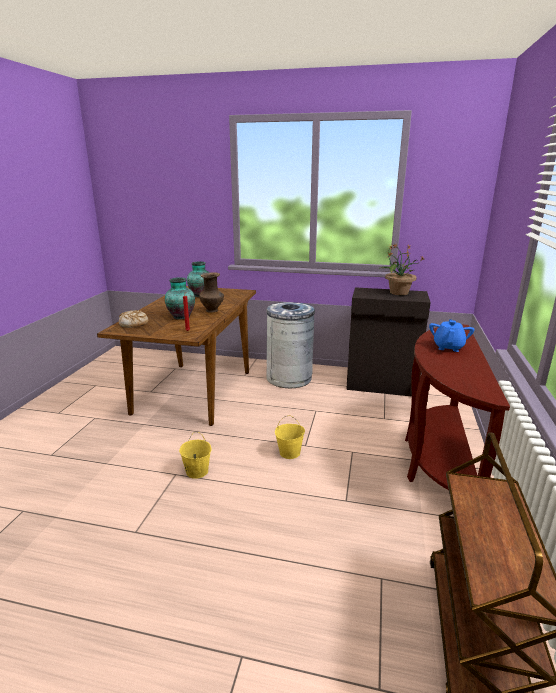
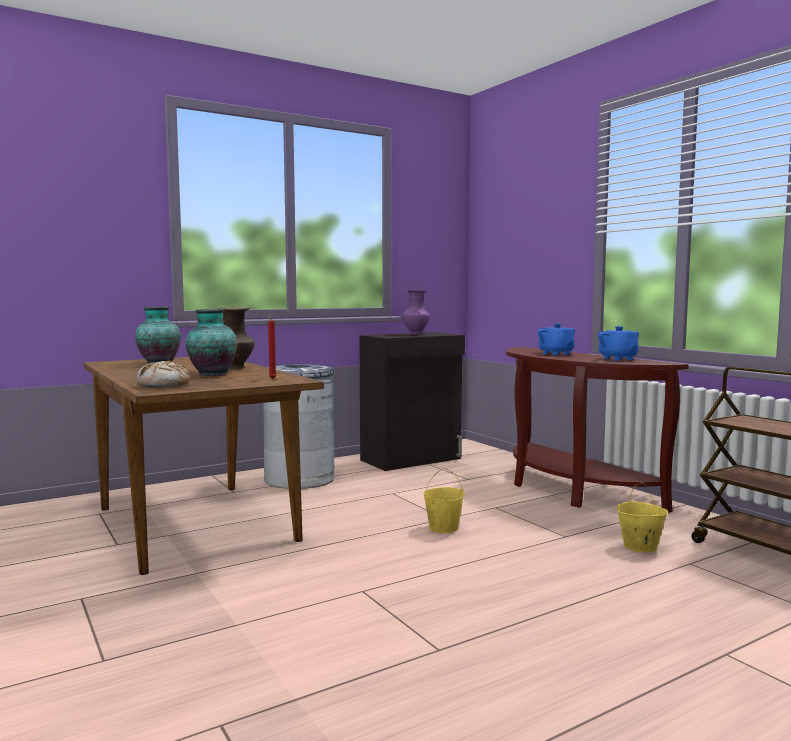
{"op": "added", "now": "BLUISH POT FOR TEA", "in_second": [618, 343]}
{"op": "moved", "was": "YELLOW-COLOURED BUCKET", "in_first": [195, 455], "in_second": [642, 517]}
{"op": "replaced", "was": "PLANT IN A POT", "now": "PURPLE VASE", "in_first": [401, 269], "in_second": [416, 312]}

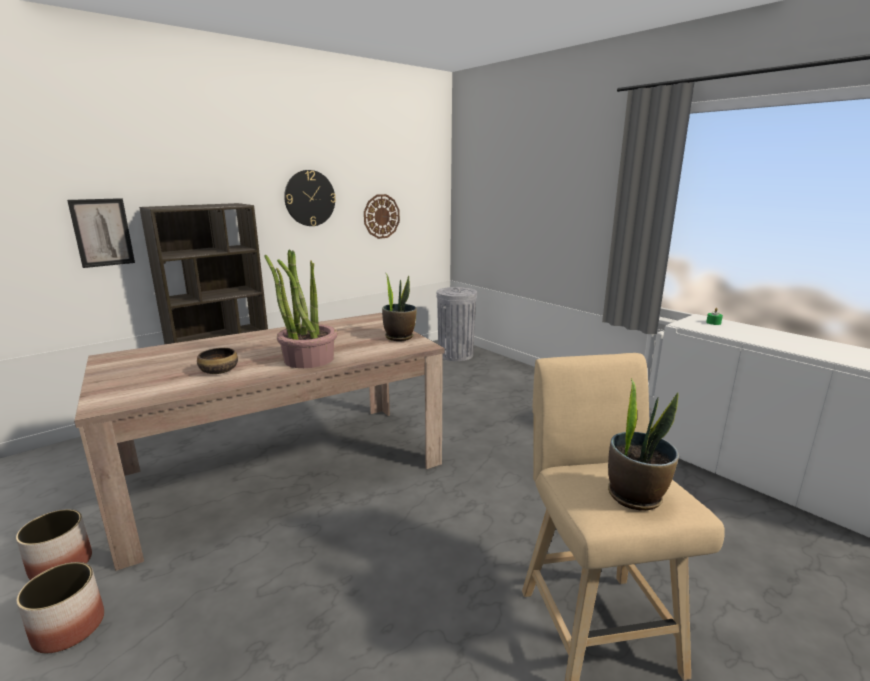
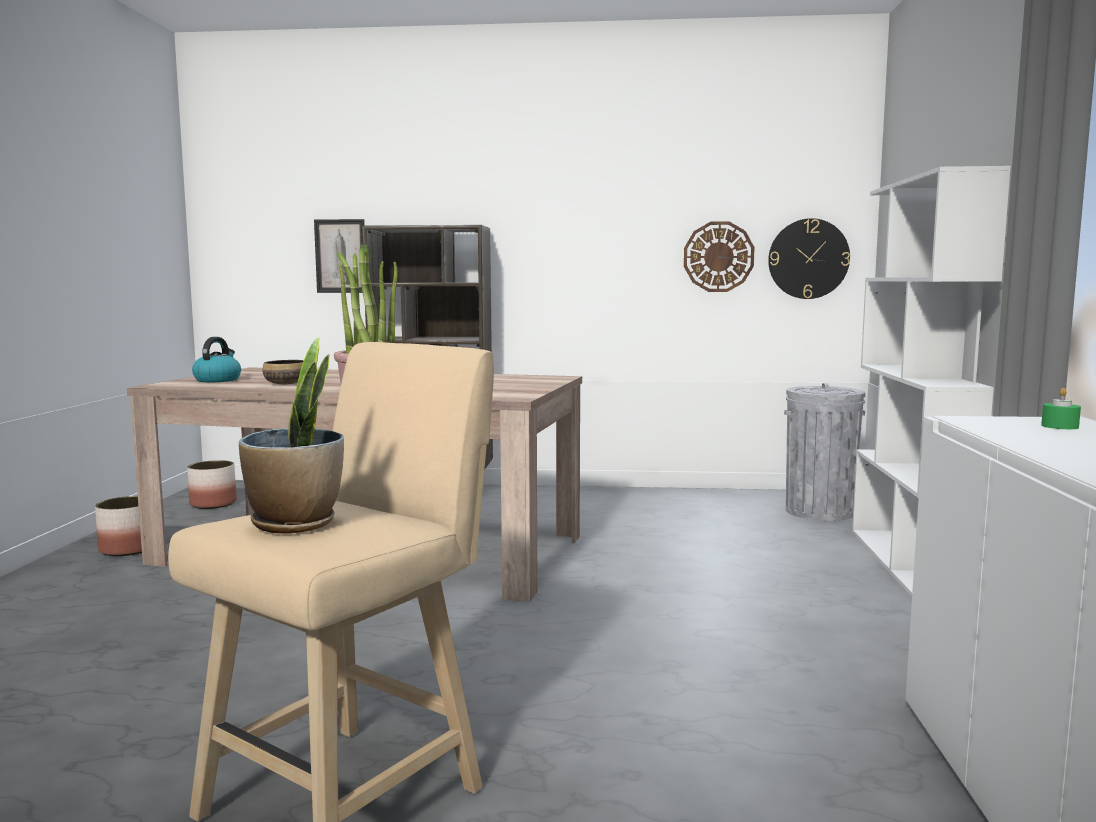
{"op": "removed", "was": "PLANT IN A POT", "in_first": [399, 307]}
{"op": "added", "now": "TEA KETTLE", "in_second": [216, 359]}
{"op": "added", "now": "WHITISH BOOKCASE", "in_second": [931, 381]}
{"op": "moved", "was": "PLANT POT", "in_first": [60, 607], "in_second": [212, 484]}
{"op": "moved", "was": "HANGING CLOCK", "in_first": [310, 198], "in_second": [809, 258]}

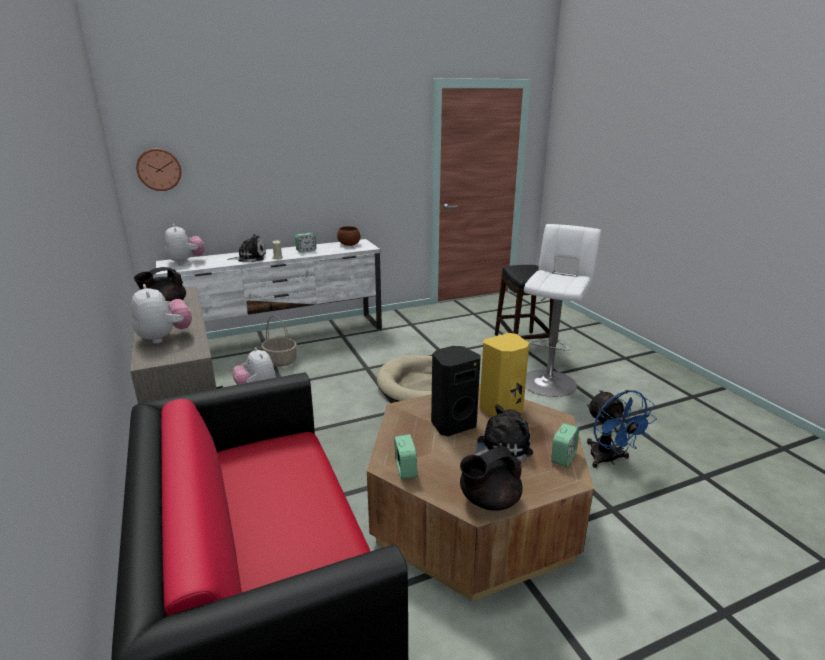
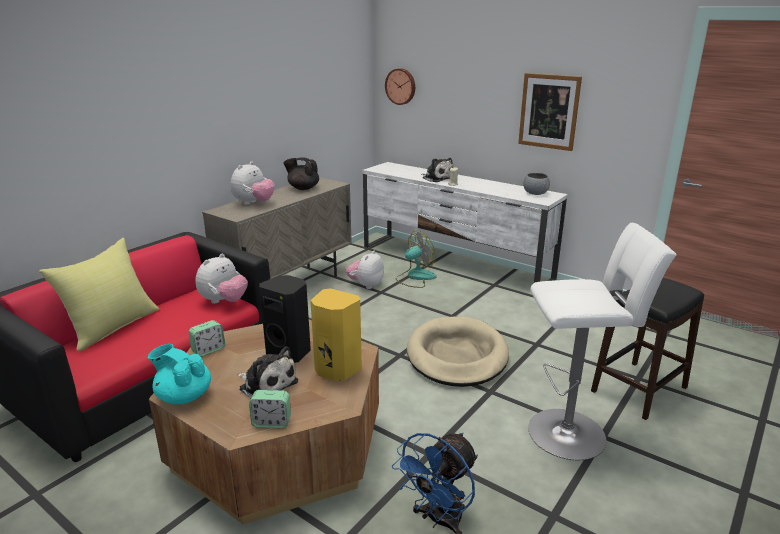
{"op": "removed", "was": "TABLE CLOCK", "in_first": [305, 243]}
{"op": "added", "now": "YELLOW-COLOURED PILLOW", "in_second": [99, 294]}
{"op": "added", "now": "WALL ART", "in_second": [550, 112]}
{"op": "moved", "was": "SOFT TOY", "in_first": [185, 244], "in_second": [221, 279]}
{"op": "replaced", "was": "BASKET", "now": "ELECTRIC FAN", "in_first": [279, 341], "in_second": [416, 259]}
{"op": "recoloured", "was": "BROWN SERVING BOWL", "now": "GREYISH SERVING BOWL", "in_first": [349, 236], "in_second": [536, 184]}
{"op": "recoloured", "was": "BLACKISH POT FOR TEA", "now": "BLUE-GREEN POT FOR TEA", "in_first": [491, 477], "in_second": [179, 374]}

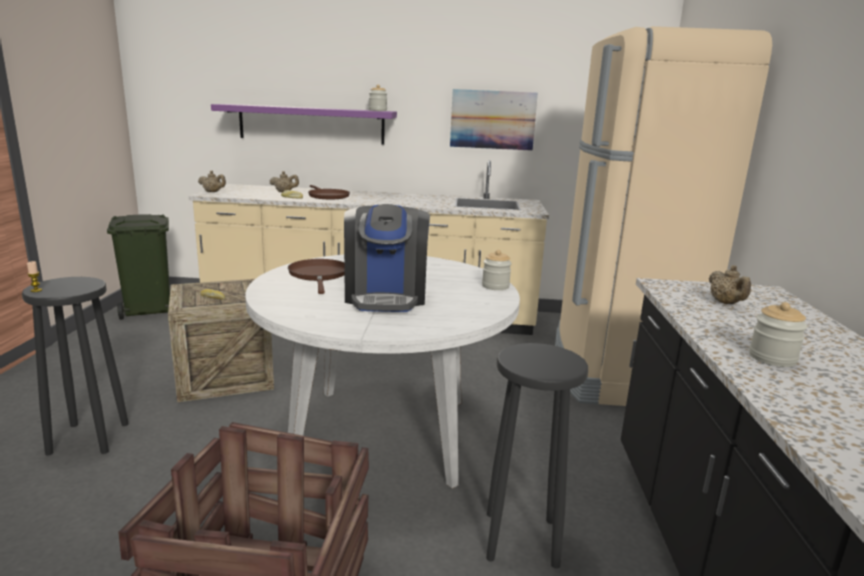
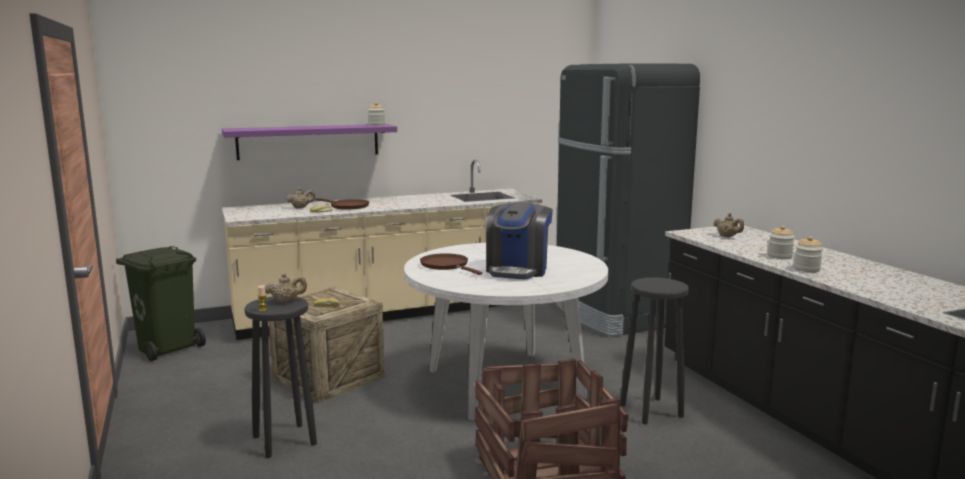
{"op": "removed", "was": "WALL ART", "in_first": [494, 120]}
{"op": "moved", "was": "SAND-COLOURED POT FOR TEA", "in_first": [212, 181], "in_second": [286, 288]}
{"op": "moved", "was": "PRESERVE JAR", "in_first": [497, 270], "in_second": [808, 254]}
{"op": "recoloured", "was": "SAND-COLOURED FRIDGE", "now": "BLACKISH FRIDGE", "in_first": [663, 216], "in_second": [627, 200]}
{"op": "turned", "was": "COFFEE MAKER", "in_first": [387, 258], "in_second": [519, 240], "clockwise": 45}

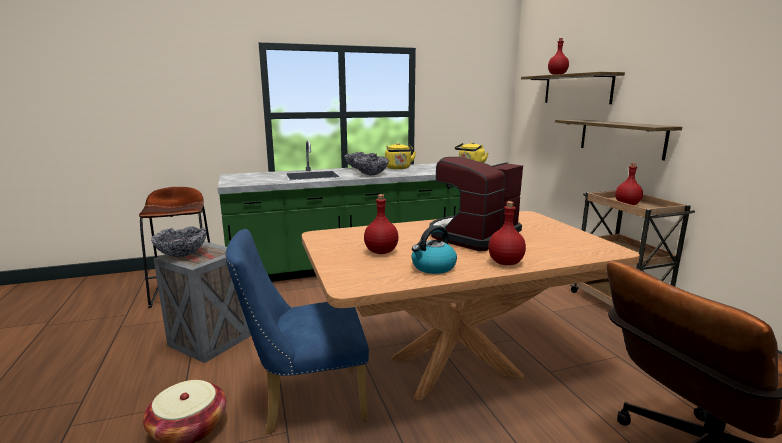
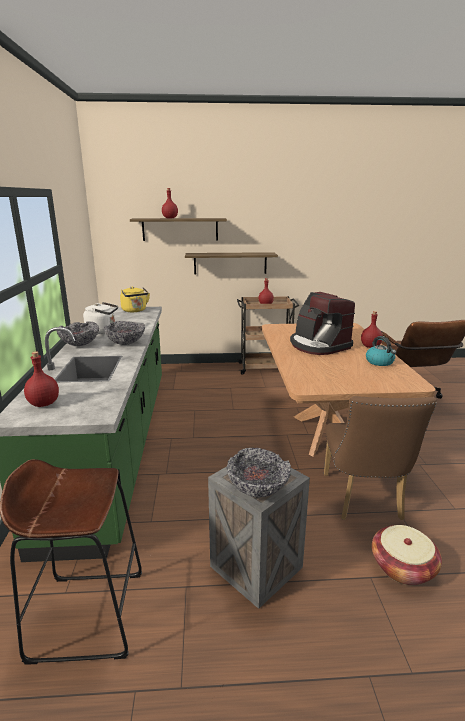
{"op": "moved", "was": "RED BEVERAGE BOTTLE", "in_first": [381, 224], "in_second": [41, 379]}
{"op": "recoloured", "was": "BLUISH PLAIN CHAIR", "now": "BROWN PLAIN CHAIR", "in_first": [297, 331], "in_second": [380, 458]}
{"op": "recoloured", "was": "YELLOW-COLOURED TEA KETTLE", "now": "WHITISH TEA KETTLE", "in_first": [400, 156], "in_second": [100, 318]}

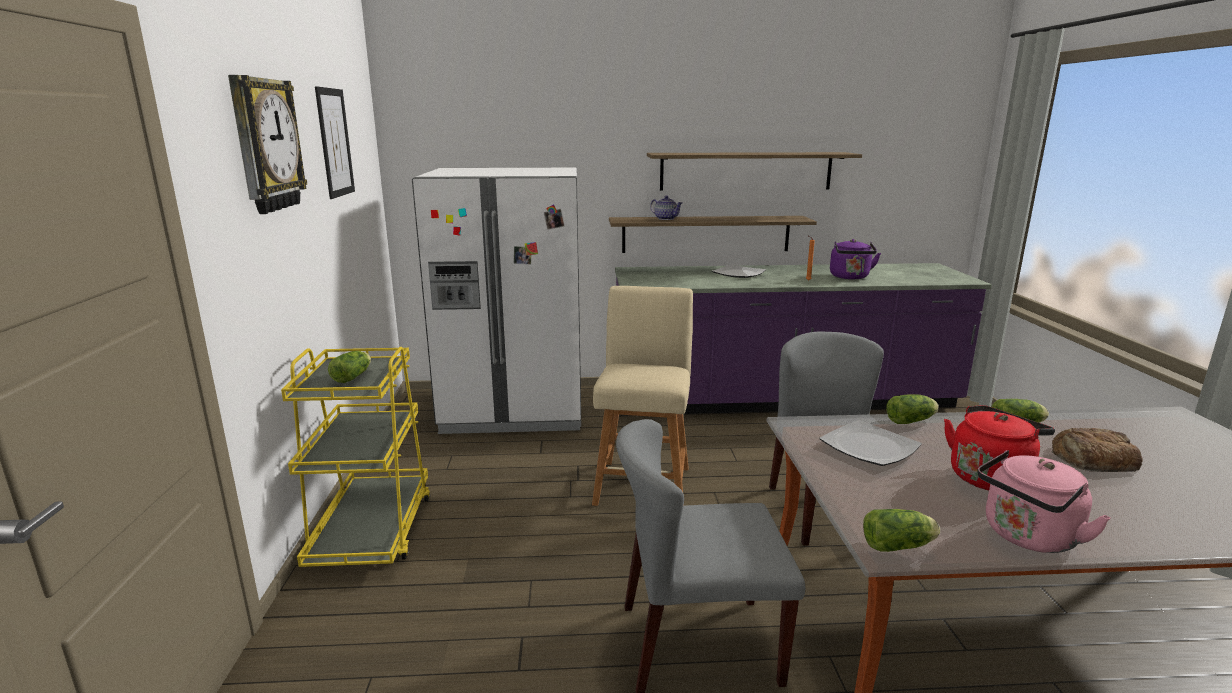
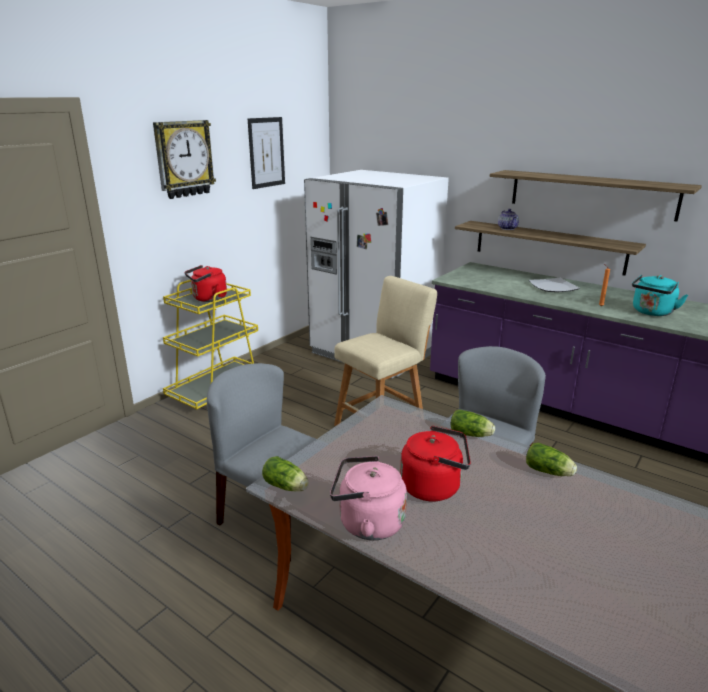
{"op": "removed", "was": "DINNER PLATE", "in_first": [870, 443]}
{"op": "removed", "was": "BAKED BREAD", "in_first": [1097, 450]}
{"op": "replaced", "was": "LETTUCE HEAD", "now": "RED TEA KETTLE", "in_first": [349, 367], "in_second": [205, 283]}
{"op": "recoloured", "was": "PURPLE TEA KETTLE", "now": "BLUE-GREEN TEA KETTLE", "in_first": [855, 259], "in_second": [660, 295]}

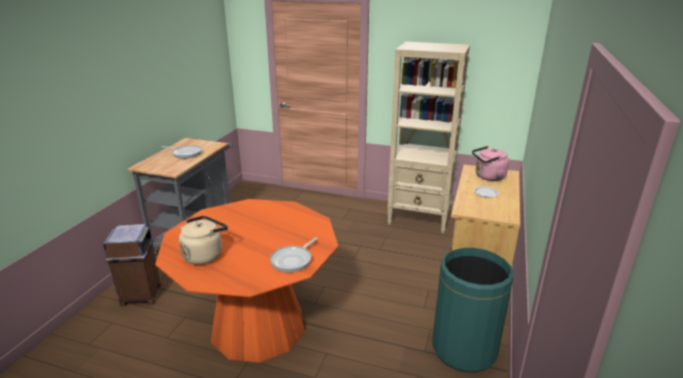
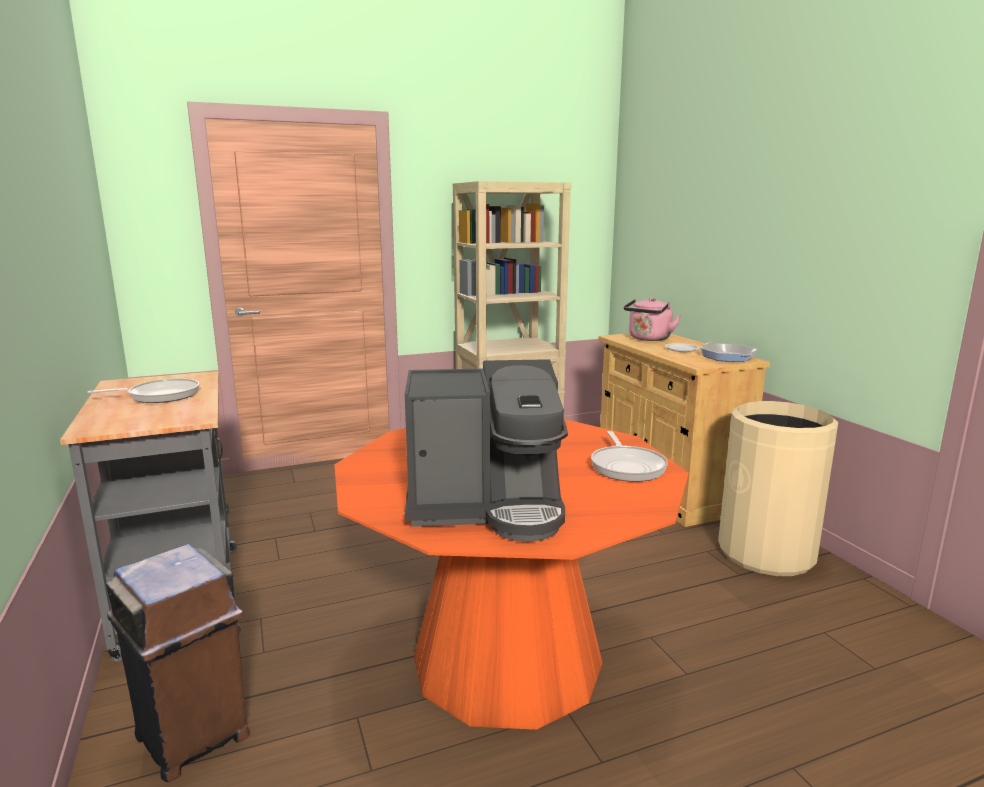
{"op": "added", "now": "SKILLET", "in_second": [728, 352]}
{"op": "replaced", "was": "SAND-COLOURED TEA KETTLE", "now": "COFFEE MAKER", "in_first": [203, 240], "in_second": [486, 450]}
{"op": "recoloured", "was": "GREEN-COLOURED WASTE BIN", "now": "SAND-COLOURED WASTE BIN", "in_first": [473, 310], "in_second": [778, 488]}

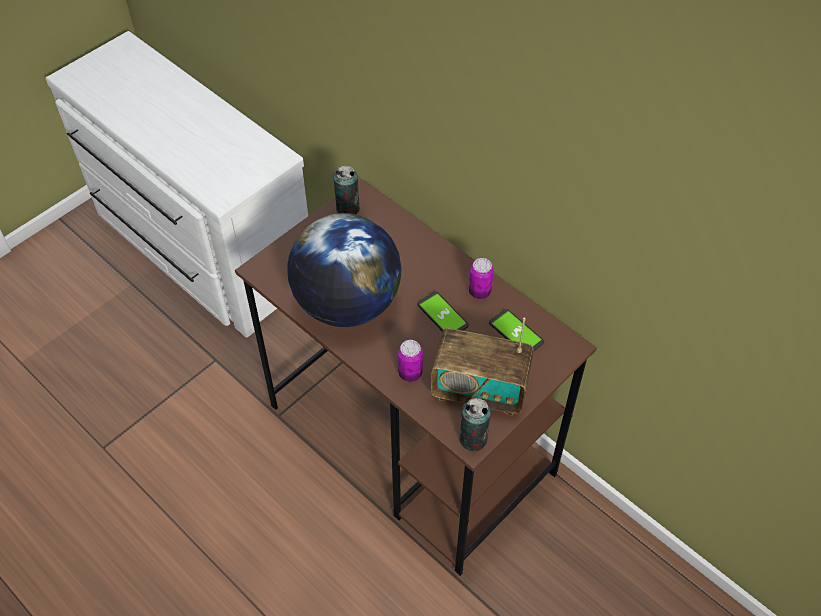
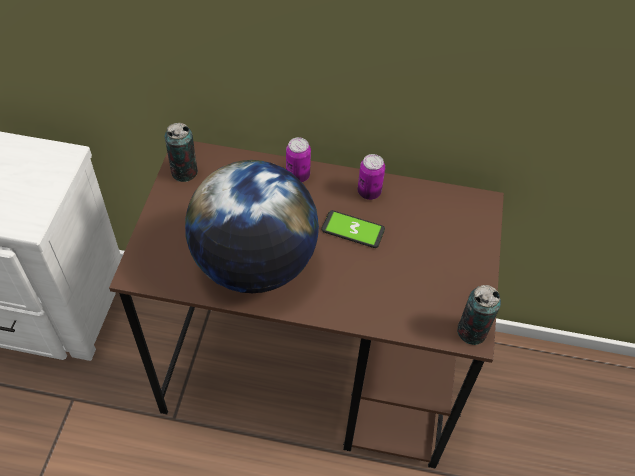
{"op": "removed", "was": "RADIO RECEIVER", "in_first": [482, 366]}
{"op": "removed", "was": "PHONE", "in_first": [516, 330]}
{"op": "moved", "was": "METAL CAN", "in_first": [410, 361], "in_second": [298, 159]}

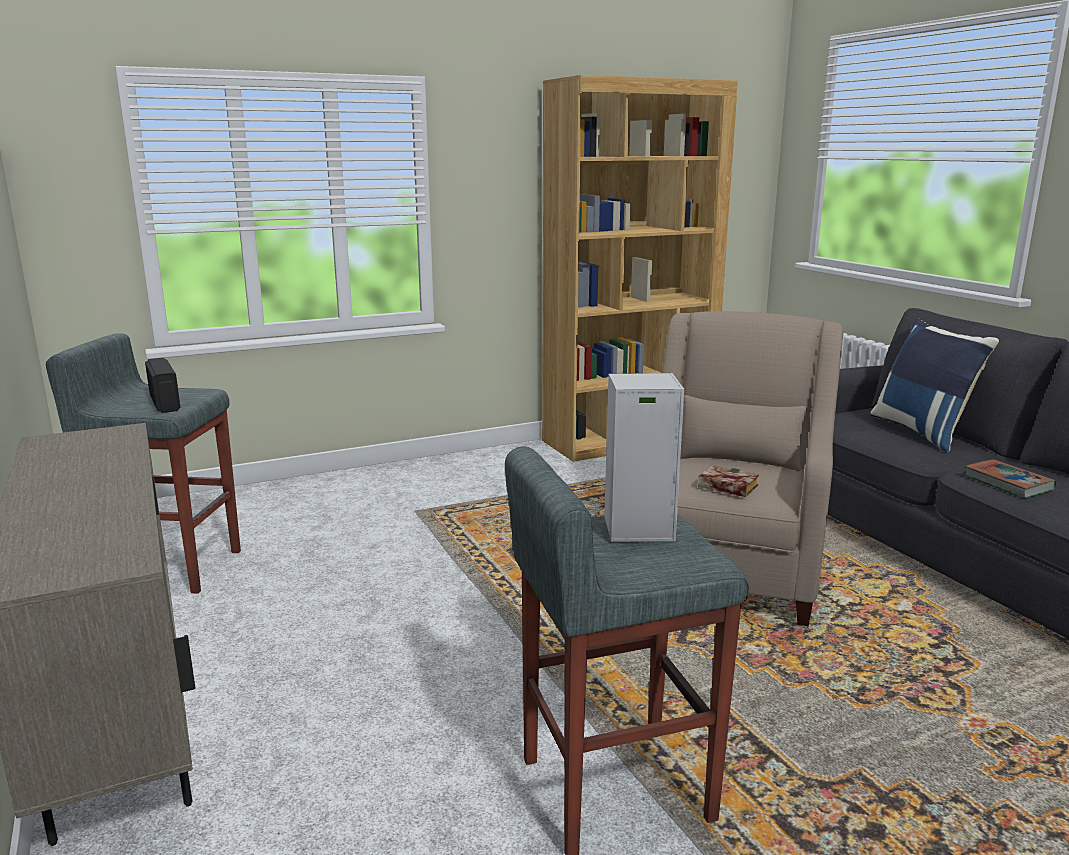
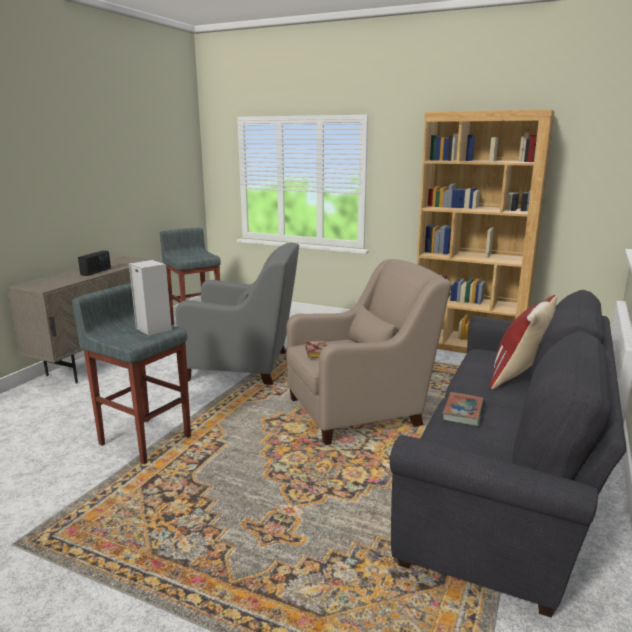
{"op": "added", "now": "GREYISH EASY CHAIR", "in_second": [237, 314]}
{"op": "moved", "was": "RADIO RECEIVER", "in_first": [163, 385], "in_second": [94, 263]}
{"op": "recoloured", "was": "BLUISH PILLOW", "now": "RED PILLOW", "in_first": [934, 385], "in_second": [523, 342]}

